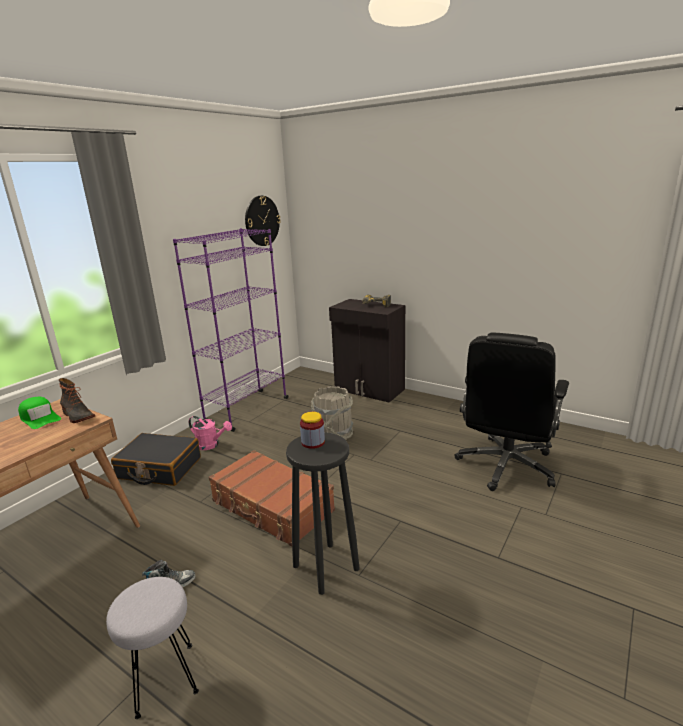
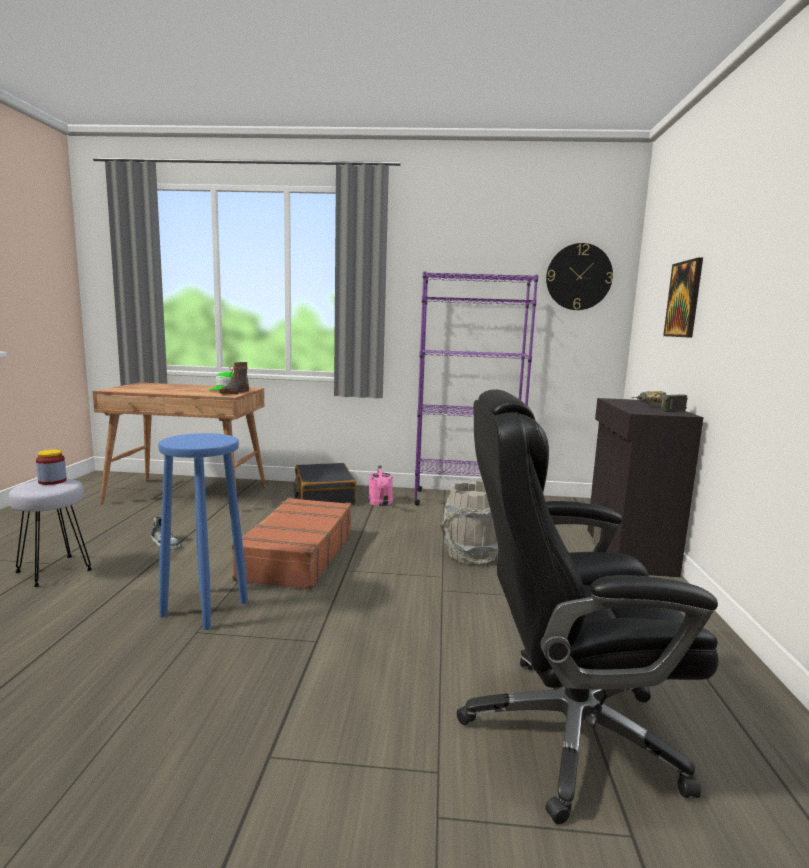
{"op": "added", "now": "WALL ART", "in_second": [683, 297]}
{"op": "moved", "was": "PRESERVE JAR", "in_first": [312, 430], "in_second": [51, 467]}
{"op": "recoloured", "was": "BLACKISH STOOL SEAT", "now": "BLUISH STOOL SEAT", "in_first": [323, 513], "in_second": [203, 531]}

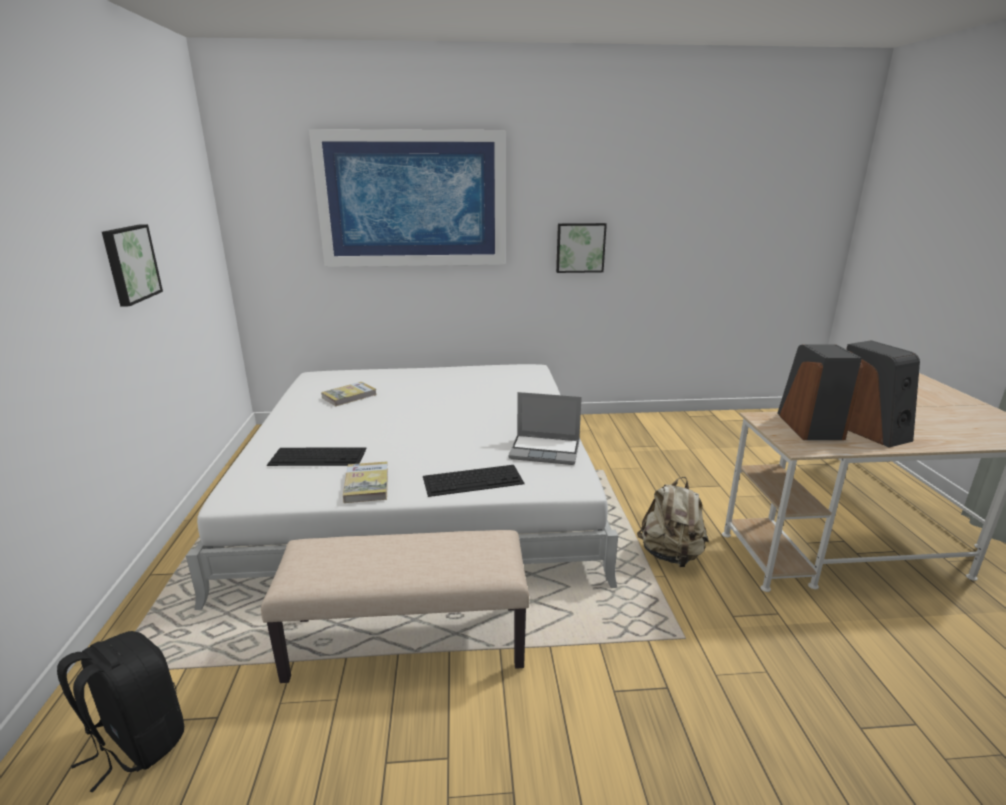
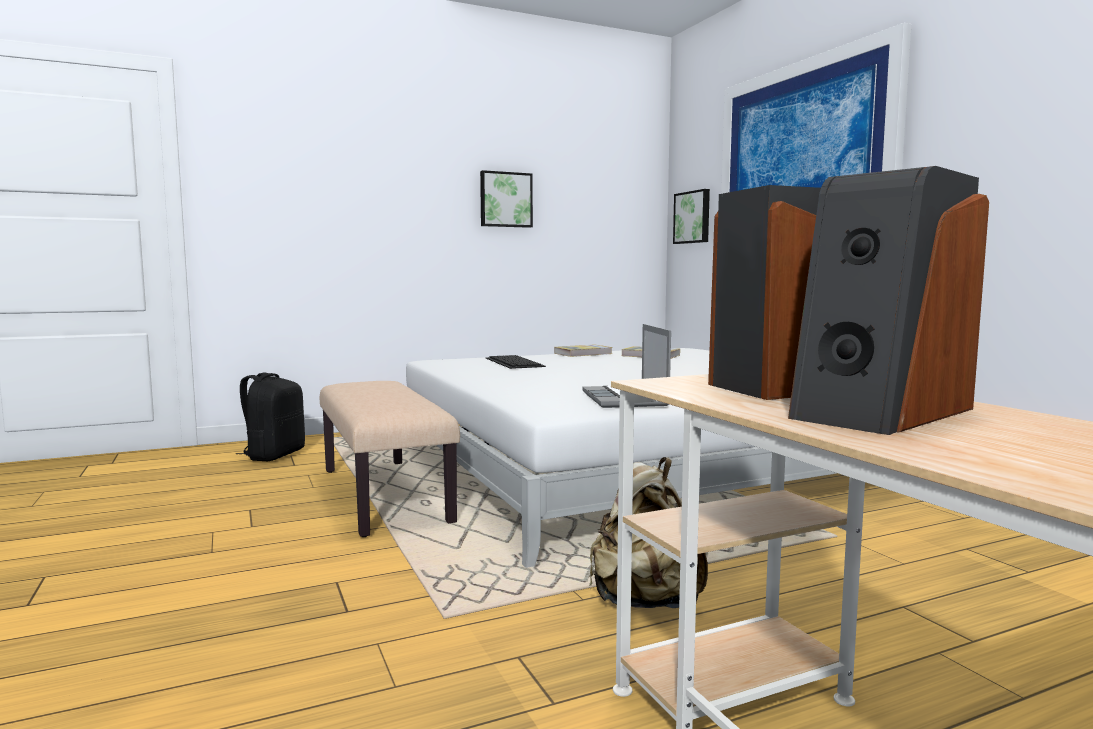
{"op": "removed", "was": "COMPUTER KEYBOARD", "in_first": [474, 481]}
{"op": "moved", "was": "BOUND BOOK", "in_first": [365, 482], "in_second": [583, 350]}
{"op": "moved", "was": "WALL ART", "in_first": [581, 248], "in_second": [691, 216]}

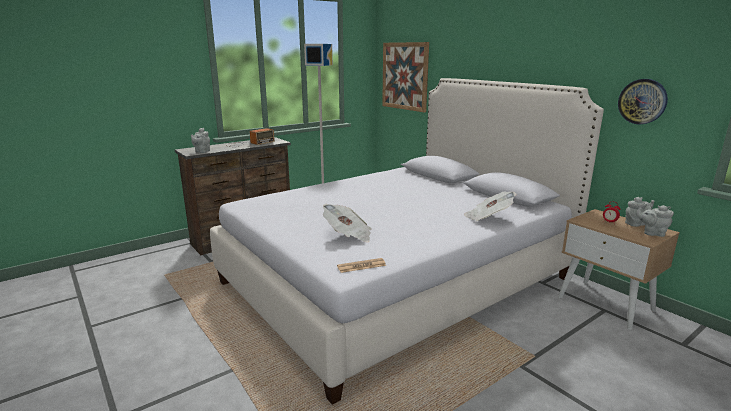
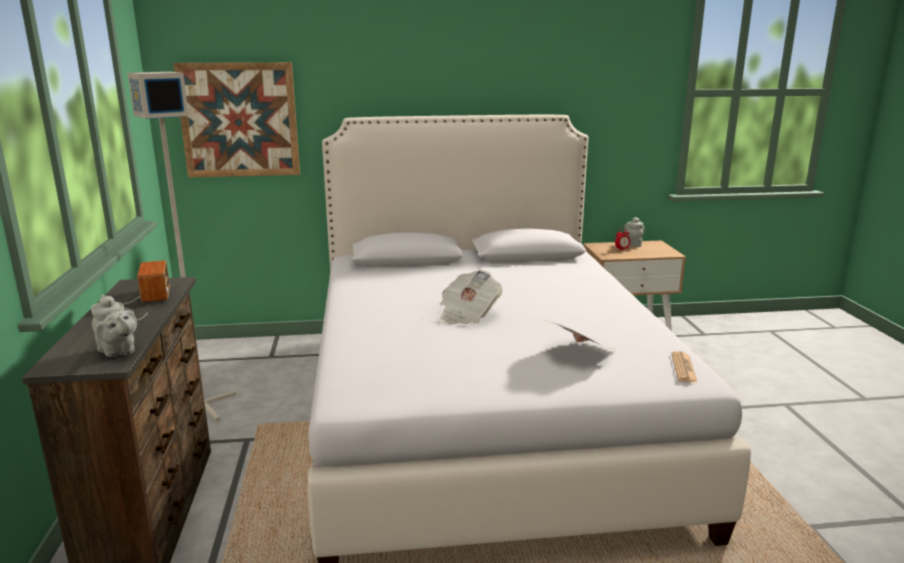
{"op": "removed", "was": "HANGING CLOCK", "in_first": [643, 102]}
{"op": "removed", "was": "GREYISH POT FOR TEA", "in_first": [655, 221]}
{"op": "moved", "was": "PRINTED PAPER", "in_first": [490, 206], "in_second": [471, 297]}

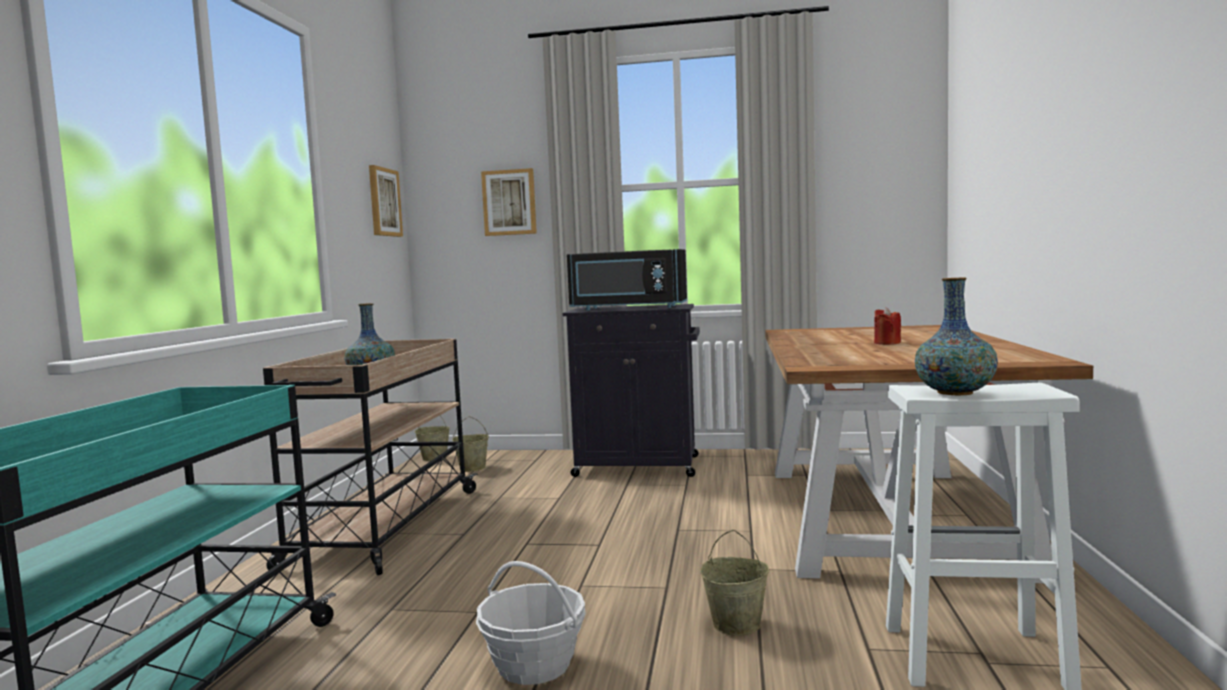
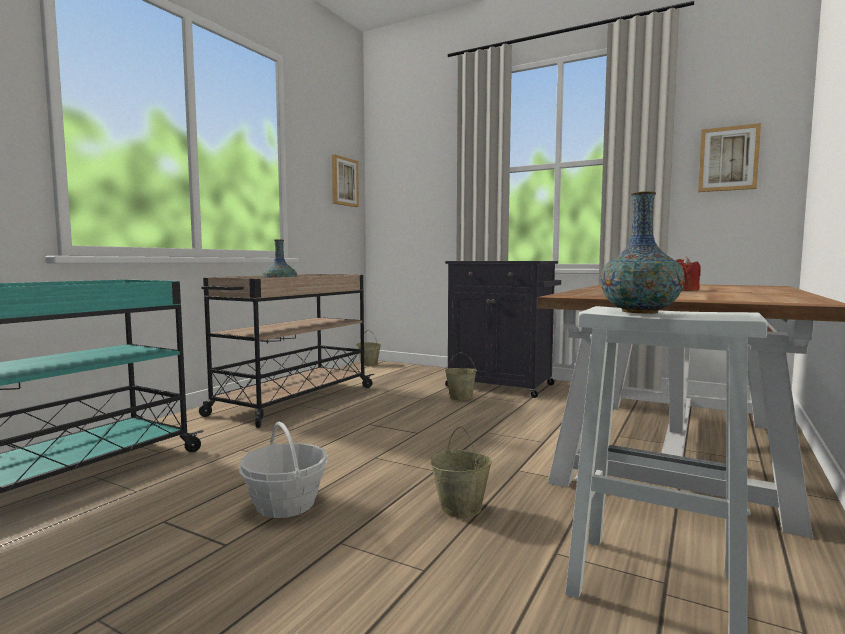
{"op": "removed", "was": "BLACKISH KITCHEN MICROWAVE", "in_first": [627, 280]}
{"op": "moved", "was": "SAND-COLOURED BUCKET", "in_first": [470, 444], "in_second": [461, 376]}
{"op": "moved", "was": "WALL ART", "in_first": [509, 202], "in_second": [729, 157]}

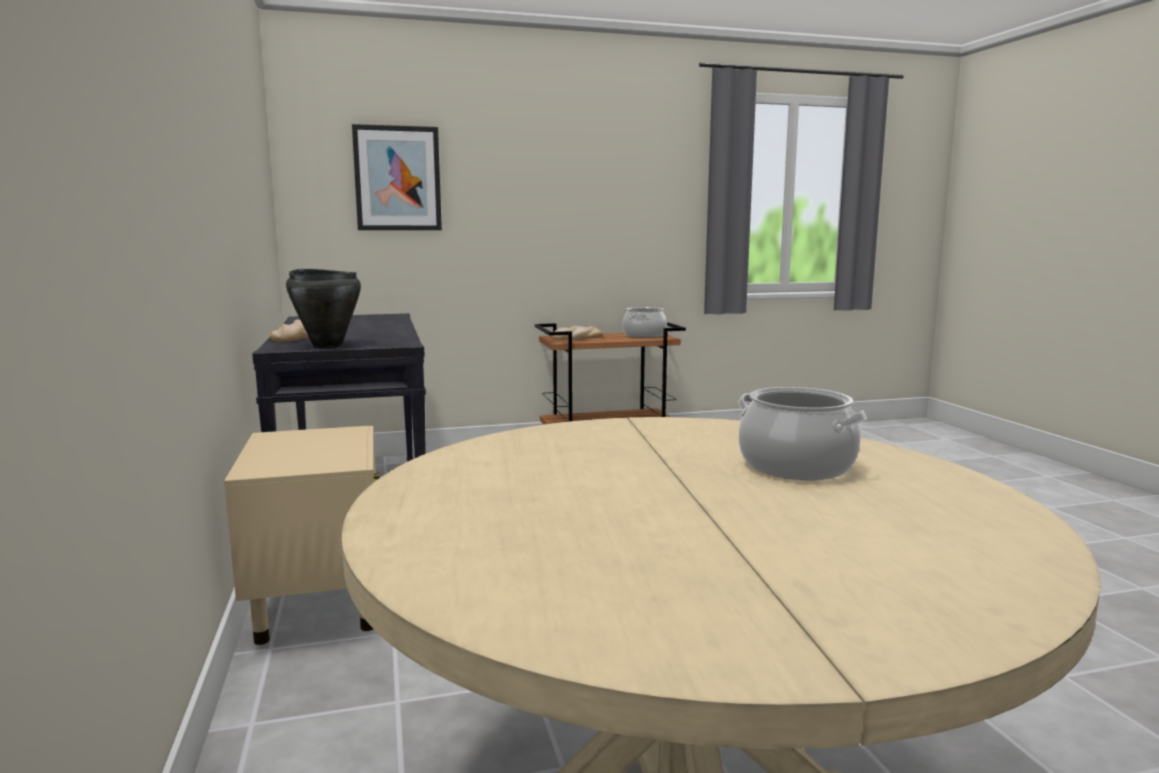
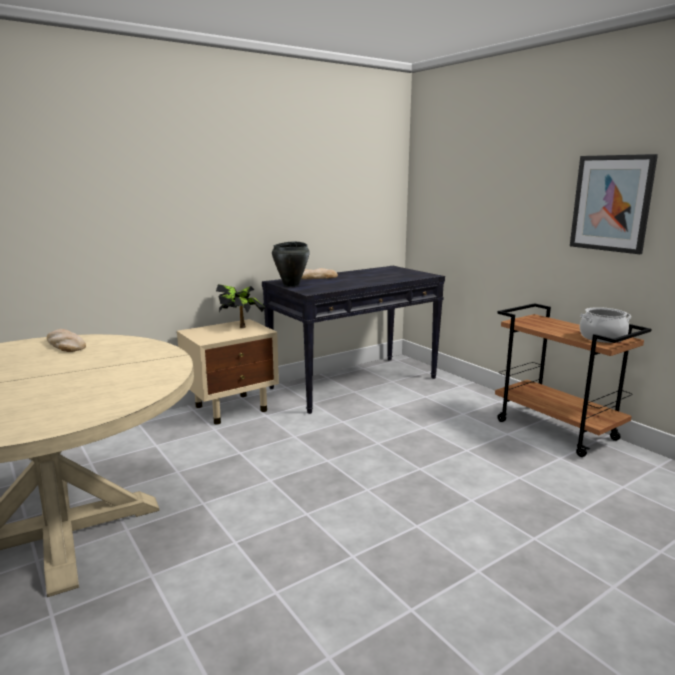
{"op": "removed", "was": "COOKING POT", "in_first": [802, 433]}
{"op": "added", "now": "PLANT IN A POT", "in_second": [240, 306]}
{"op": "moved", "was": "WALL ART", "in_first": [397, 177], "in_second": [614, 204]}
{"op": "moved", "was": "BAKED BREAD", "in_first": [577, 333], "in_second": [66, 340]}

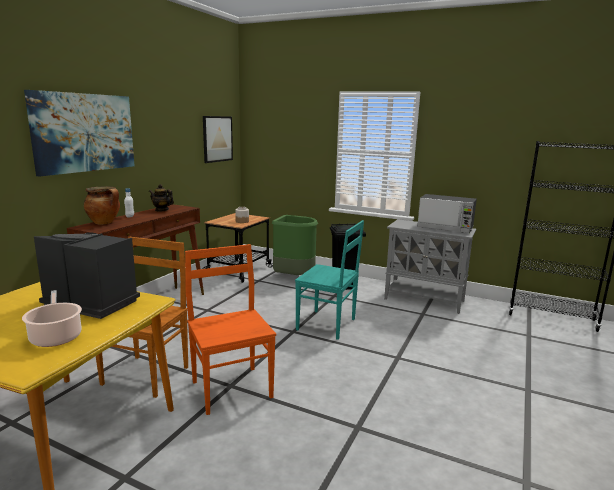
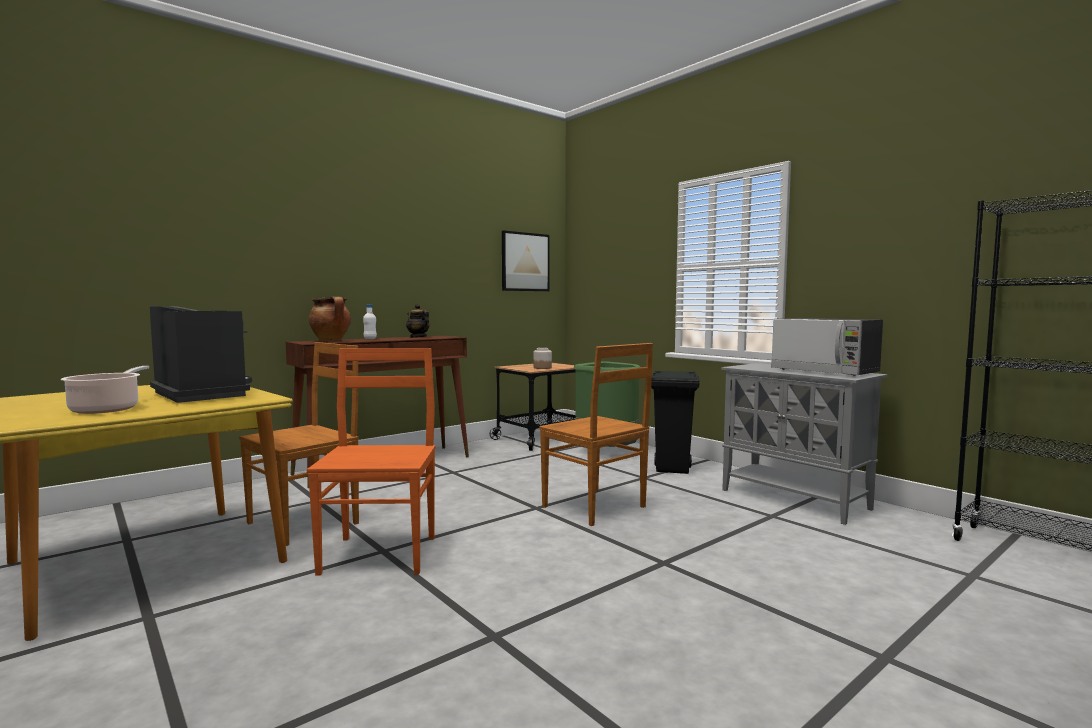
{"op": "removed", "was": "WALL ART", "in_first": [79, 133]}
{"op": "recoloured", "was": "BLUE-GREEN PLAIN CHAIR", "now": "BROWN PLAIN CHAIR", "in_first": [329, 280], "in_second": [596, 434]}

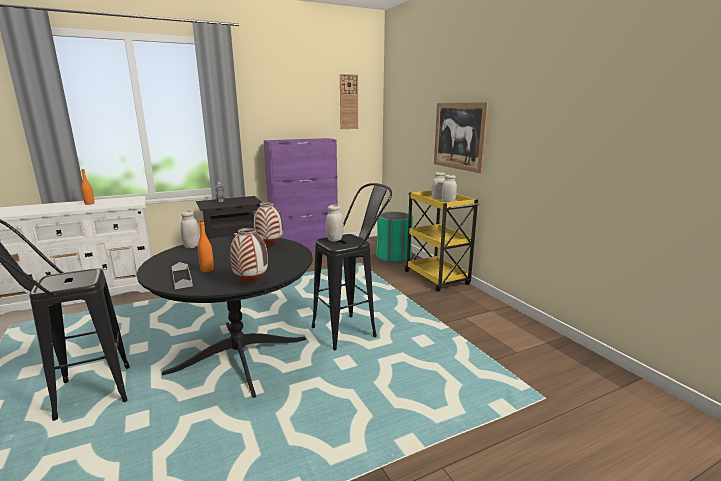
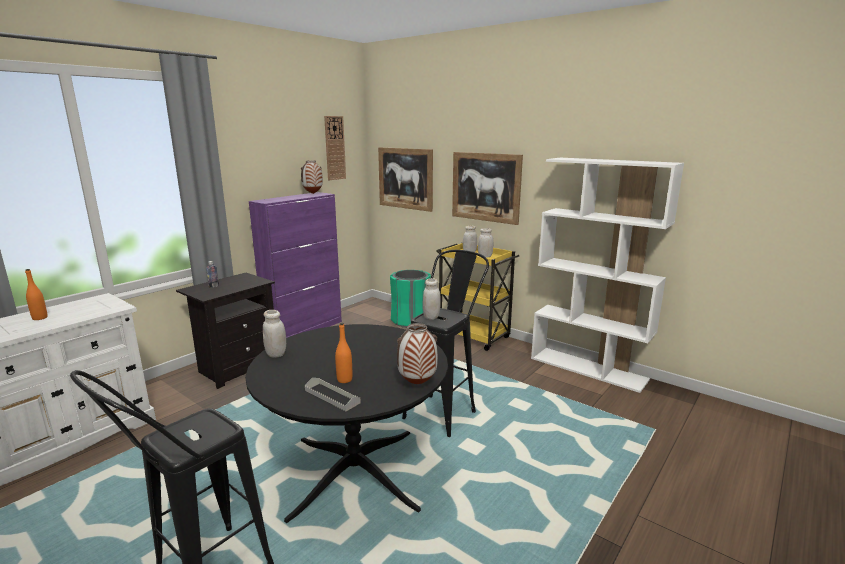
{"op": "added", "now": "WALL ART", "in_second": [405, 179]}
{"op": "added", "now": "WHITISH BOOKCASE", "in_second": [607, 275]}
{"op": "moved", "was": "VASE", "in_first": [268, 224], "in_second": [312, 177]}

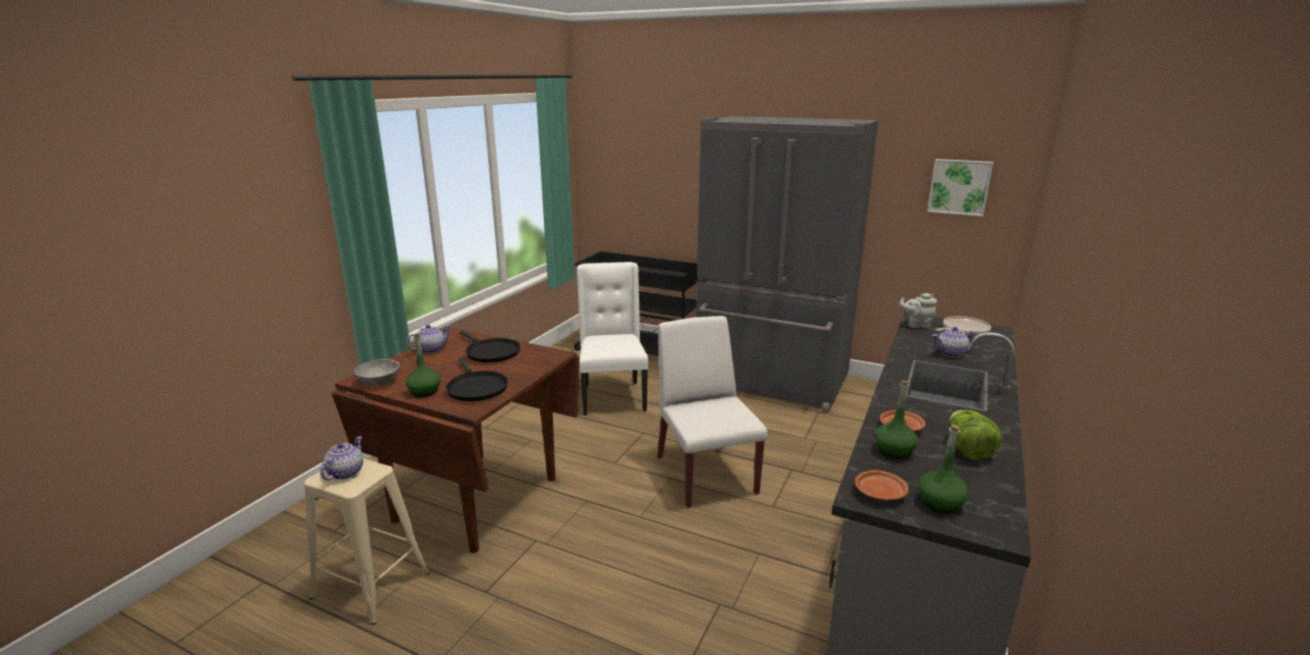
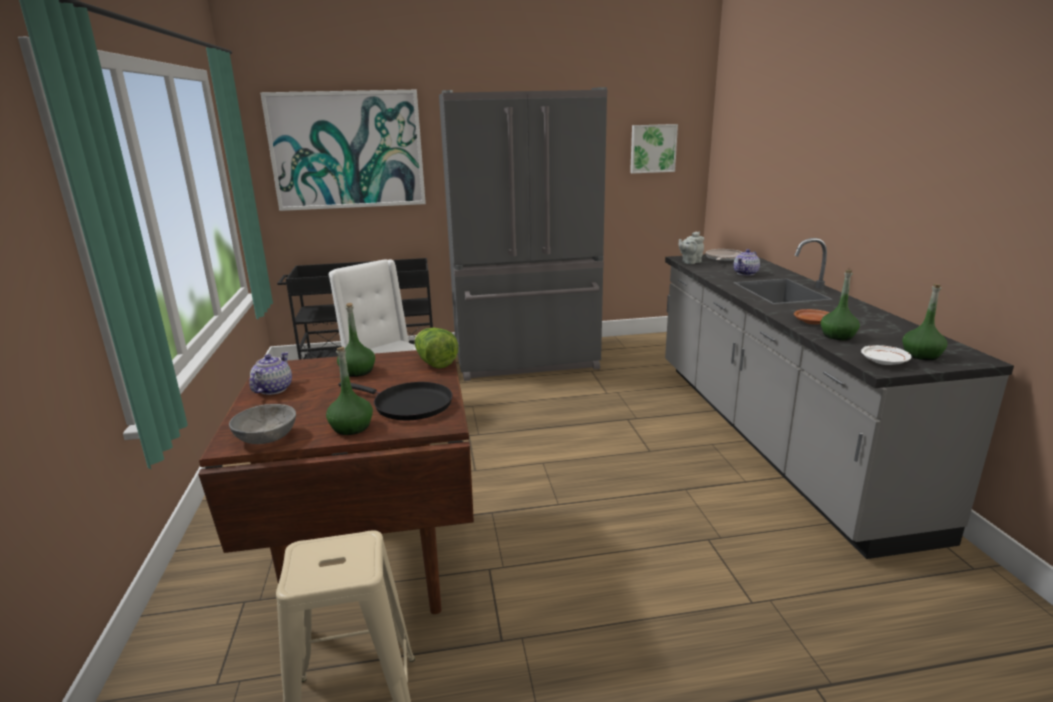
{"op": "removed", "was": "POT FOR TEA", "in_first": [341, 458]}
{"op": "removed", "was": "WHITISH PLAIN CHAIR", "in_first": [712, 412]}
{"op": "added", "now": "WALL ART", "in_second": [343, 150]}
{"op": "moved", "was": "LETTUCE HEAD", "in_first": [975, 435], "in_second": [436, 348]}
{"op": "replaced", "was": "BLACKISH SKILLET", "now": "GREEN-COLOURED BEVERAGE BOTTLE", "in_first": [489, 347], "in_second": [356, 340]}
{"op": "recoloured", "was": "BROWN DINNER PLATE", "now": "WHITISH DINNER PLATE", "in_first": [882, 485], "in_second": [886, 355]}

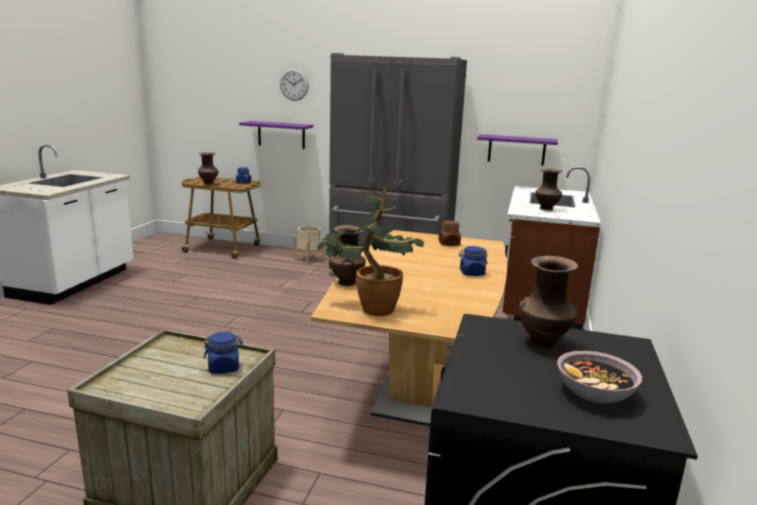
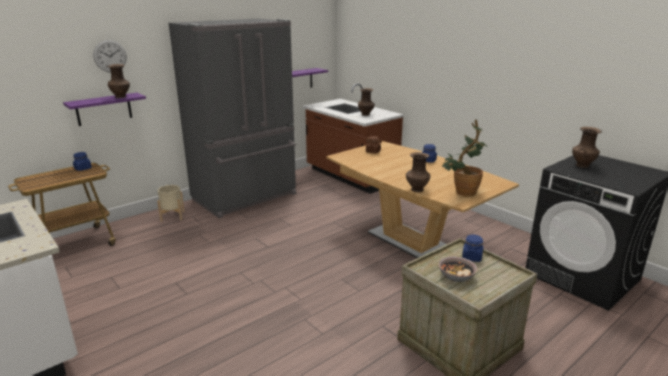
{"op": "moved", "was": "BROWN VASE", "in_first": [208, 168], "in_second": [118, 81]}
{"op": "moved", "was": "SERVING BOWL", "in_first": [599, 377], "in_second": [458, 269]}

